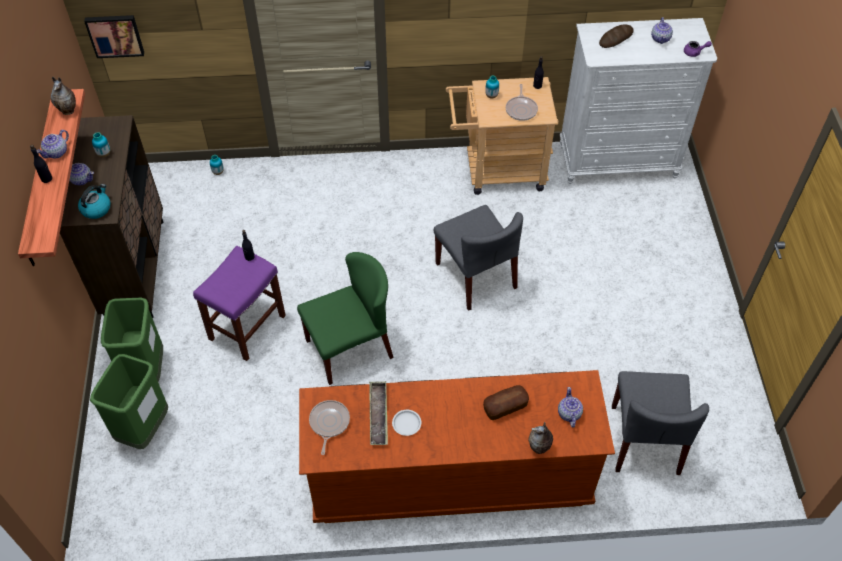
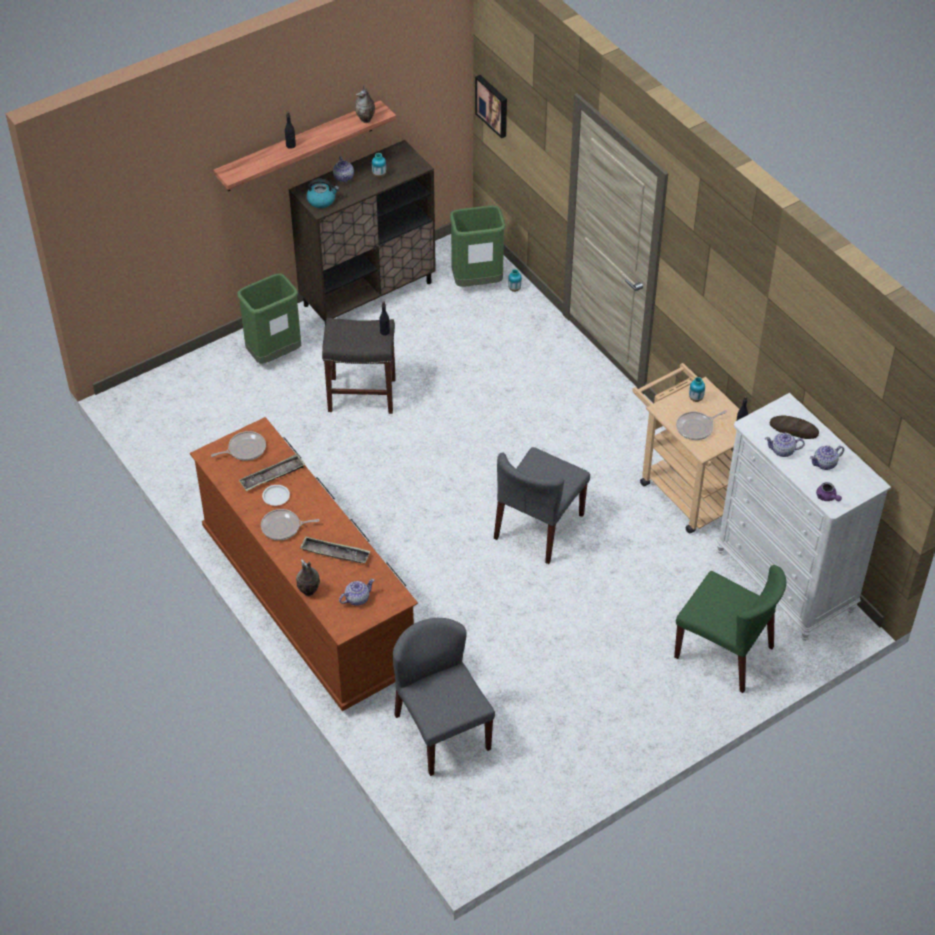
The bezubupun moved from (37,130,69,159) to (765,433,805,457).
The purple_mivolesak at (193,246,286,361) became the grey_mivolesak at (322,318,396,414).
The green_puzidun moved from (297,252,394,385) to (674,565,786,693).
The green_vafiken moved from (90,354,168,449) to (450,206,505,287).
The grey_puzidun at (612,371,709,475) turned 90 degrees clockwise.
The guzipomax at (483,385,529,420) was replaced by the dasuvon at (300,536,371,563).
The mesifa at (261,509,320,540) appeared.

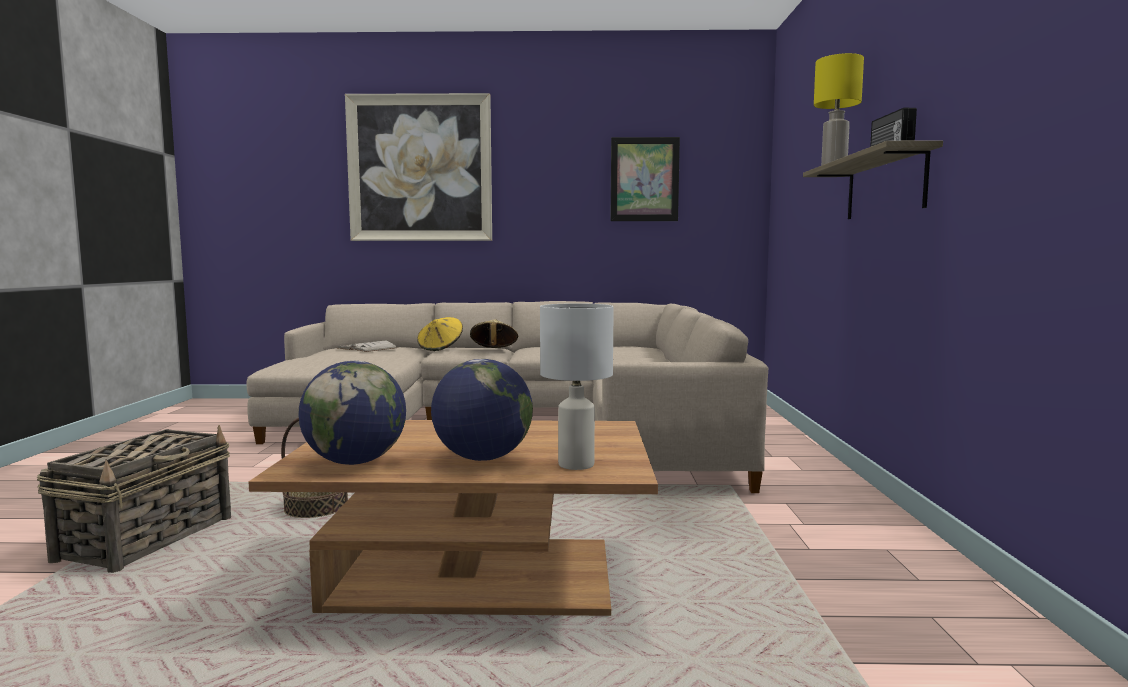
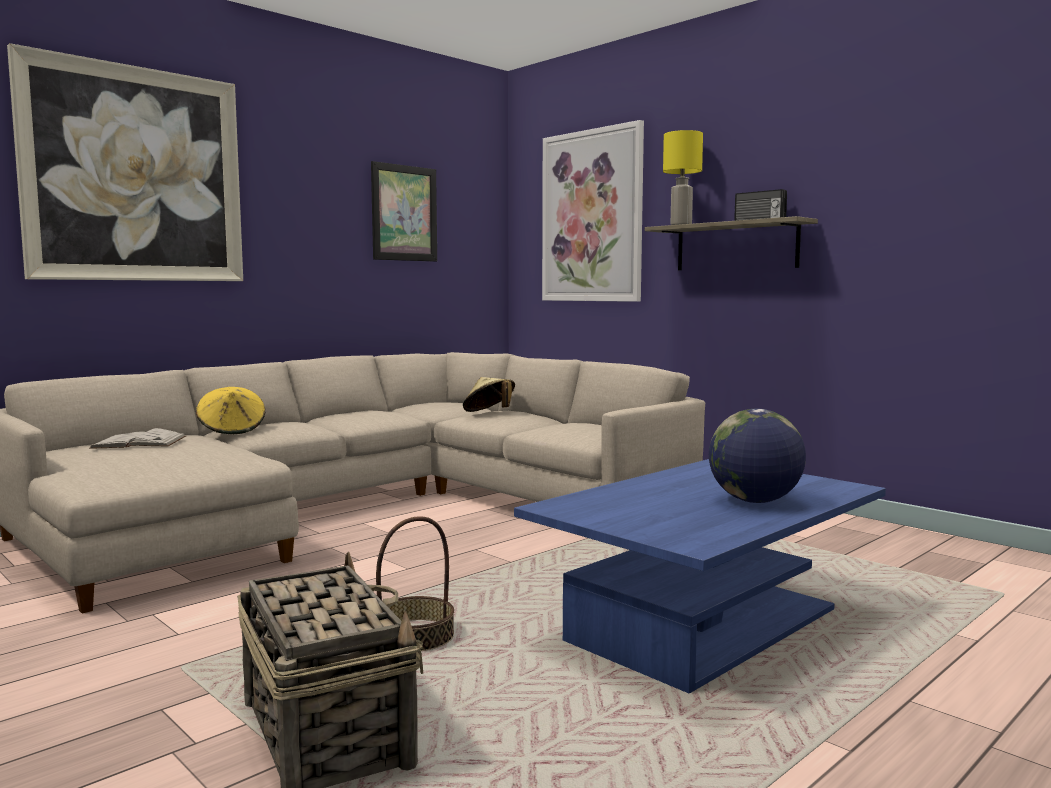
The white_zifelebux at (540,303,614,470) disappeared.
The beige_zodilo moved from (470,319,518,348) to (463,377,515,412).
The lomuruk at (298,361,406,465) disappeared.
The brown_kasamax at (249,420,658,616) became the blue_kasamax at (514,459,886,694).
The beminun at (542,120,644,302) appeared.

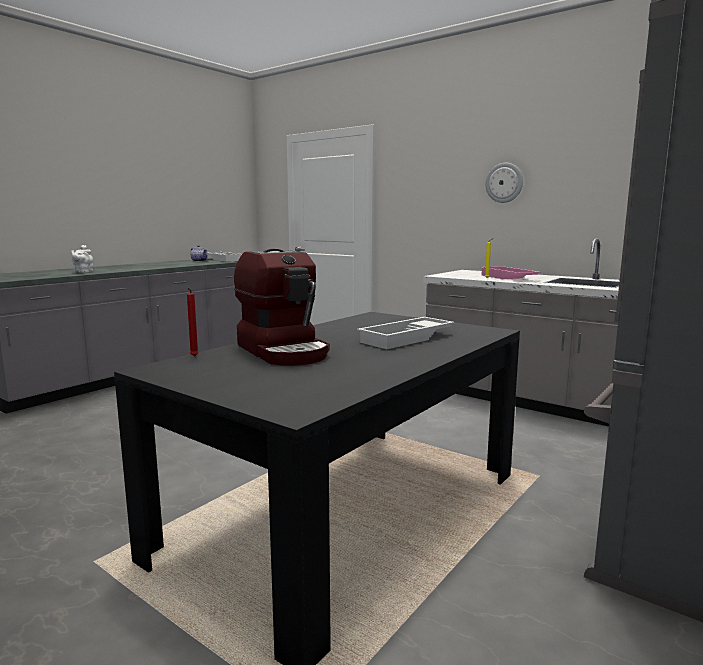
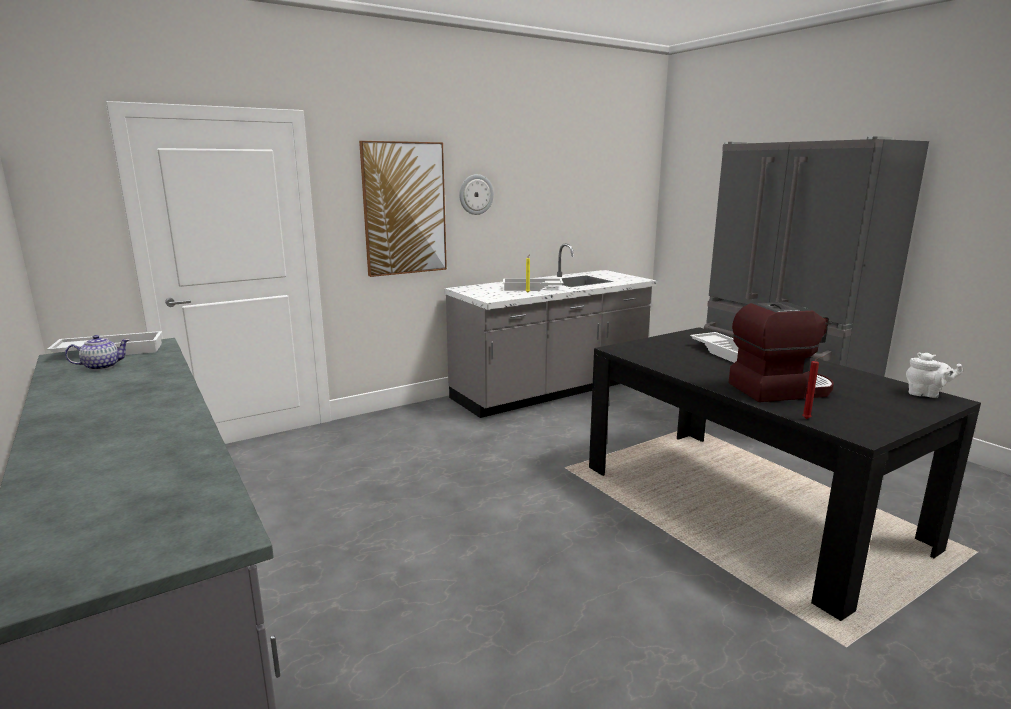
The white_bezubupun moved from (71,245,93,273) to (906,352,963,398).
The pink_dasuvon at (480,266,541,279) became the white_dasuvon at (503,278,563,291).
The beminun at (359,141,447,277) appeared.

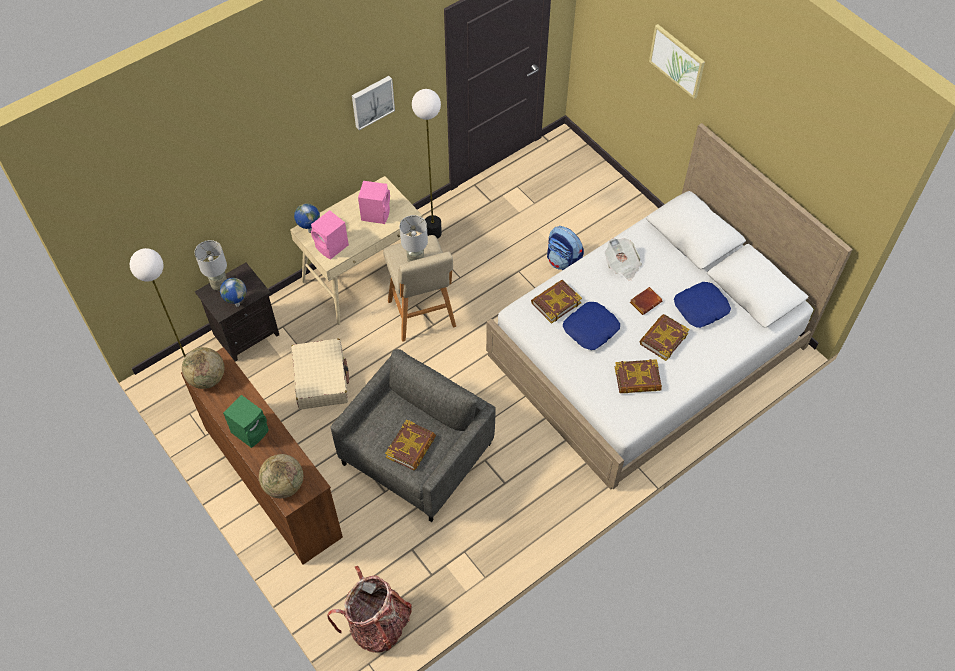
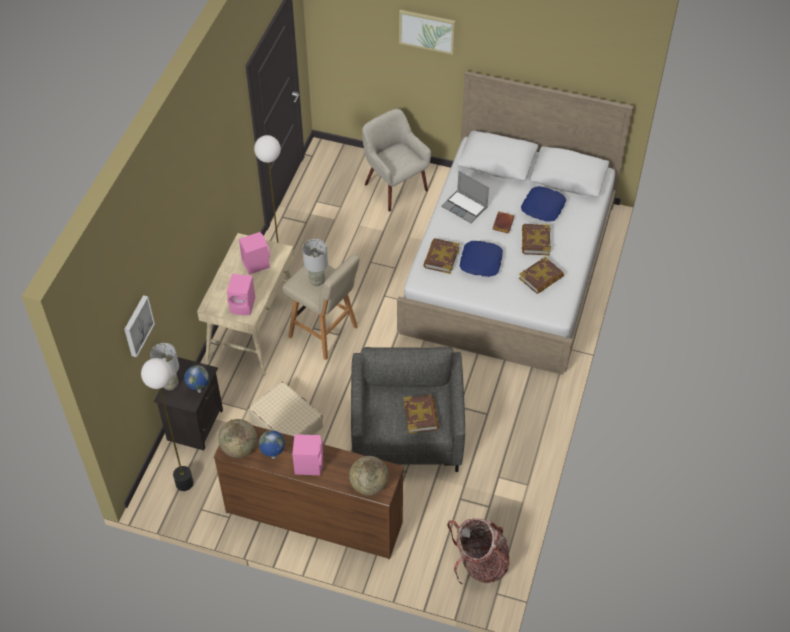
The beminun moved from (352,76,395,130) to (124,295,155,357).
The lomuruk moved from (294,203,320,233) to (259,430,285,459).
The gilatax at (547,226,584,270) disappeared.
The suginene at (605,238,642,280) was replaced by the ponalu at (441,171,489,223).
The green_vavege at (223,395,269,448) became the pink_vavege at (292,434,323,476).
The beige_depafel at (362,109,431,212) appeared.

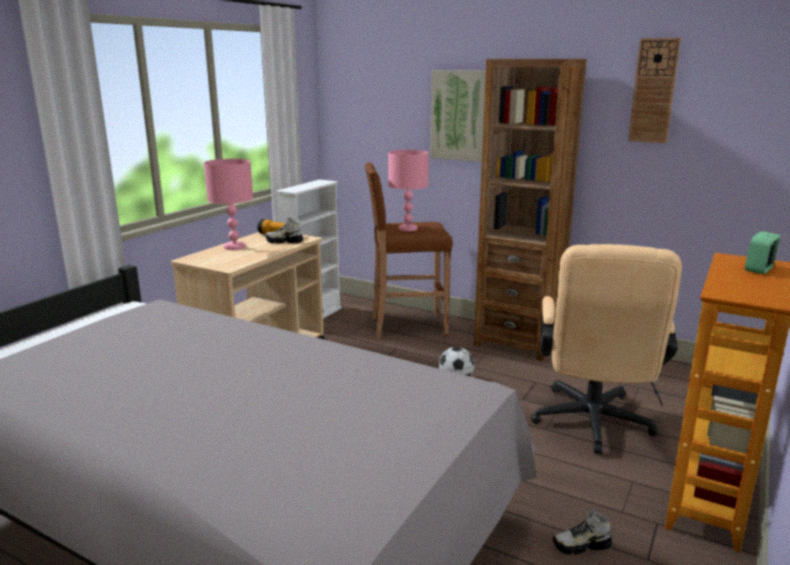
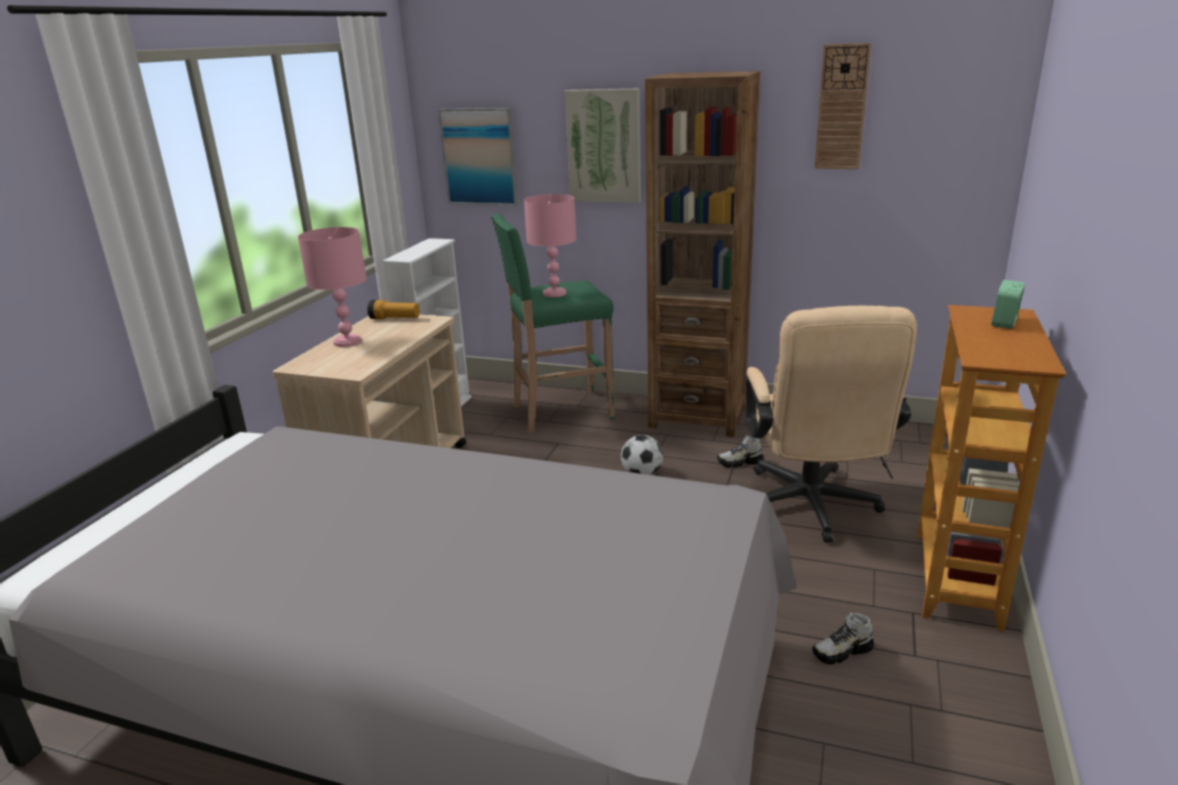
The brown_mivolesak at (365,162,453,339) became the green_mivolesak at (491,213,615,433).
The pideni moved from (265,218,303,243) to (717,435,764,468).
The beminun at (438,108,518,206) appeared.

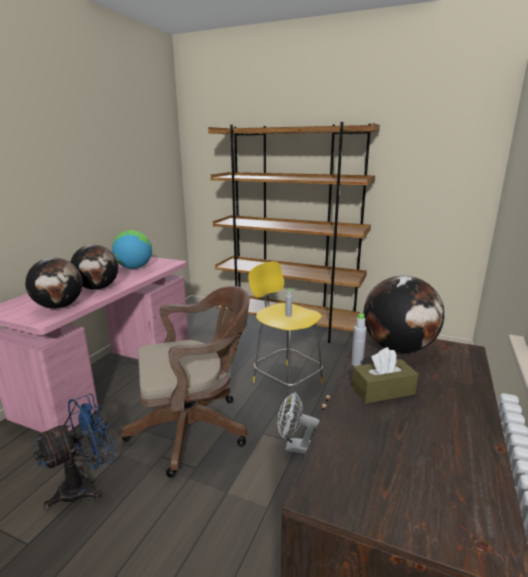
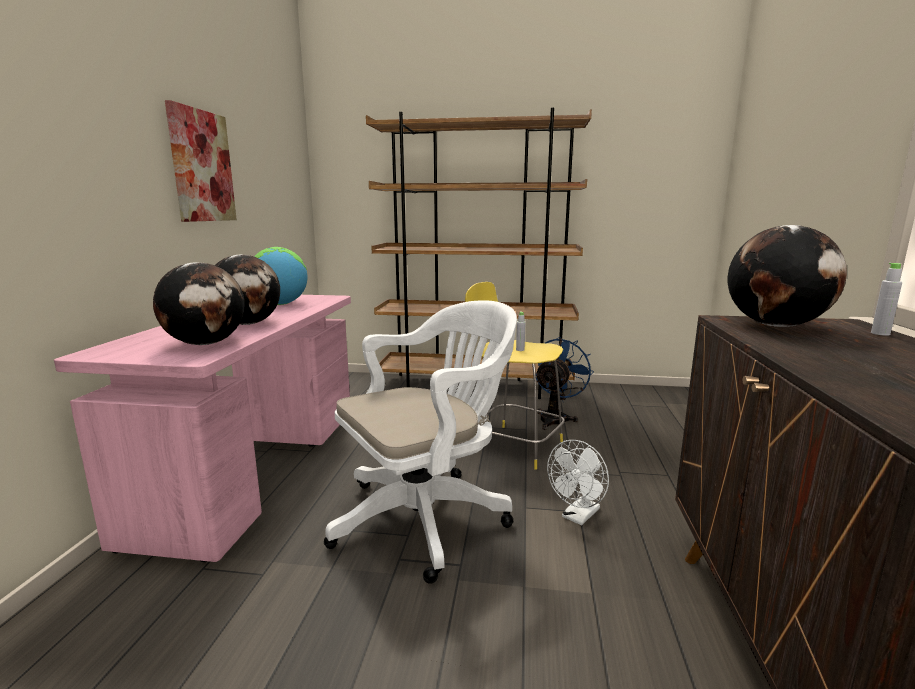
The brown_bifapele at (122,286,250,478) became the white_bifapele at (324,300,517,584).
The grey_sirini moved from (351,313,366,366) to (871,263,902,336).
The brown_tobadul at (351,347,418,404) disappeared.
The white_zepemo at (277,392,320,454) turned 45 degrees counterclockwise.
The blue_zepemo moved from (33,394,115,509) to (536,337,594,430).
The beminun at (165,100,237,222) appeared.

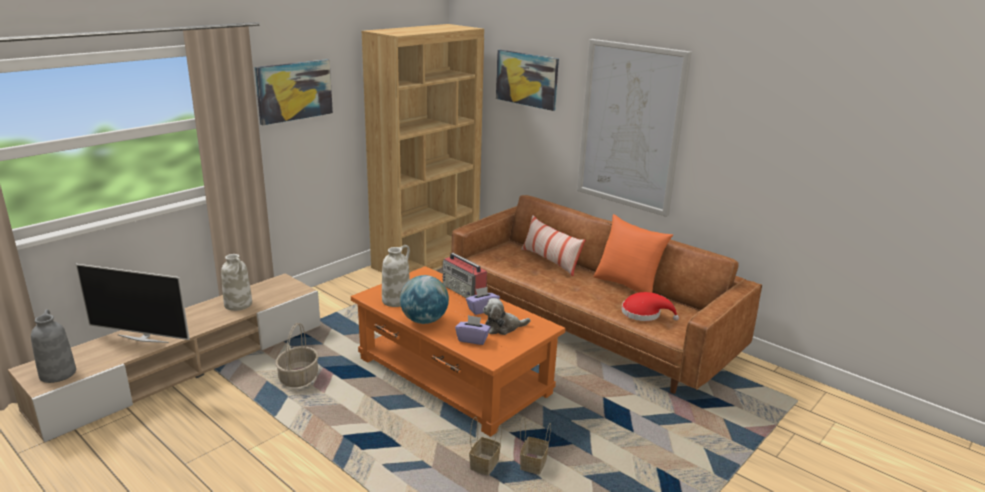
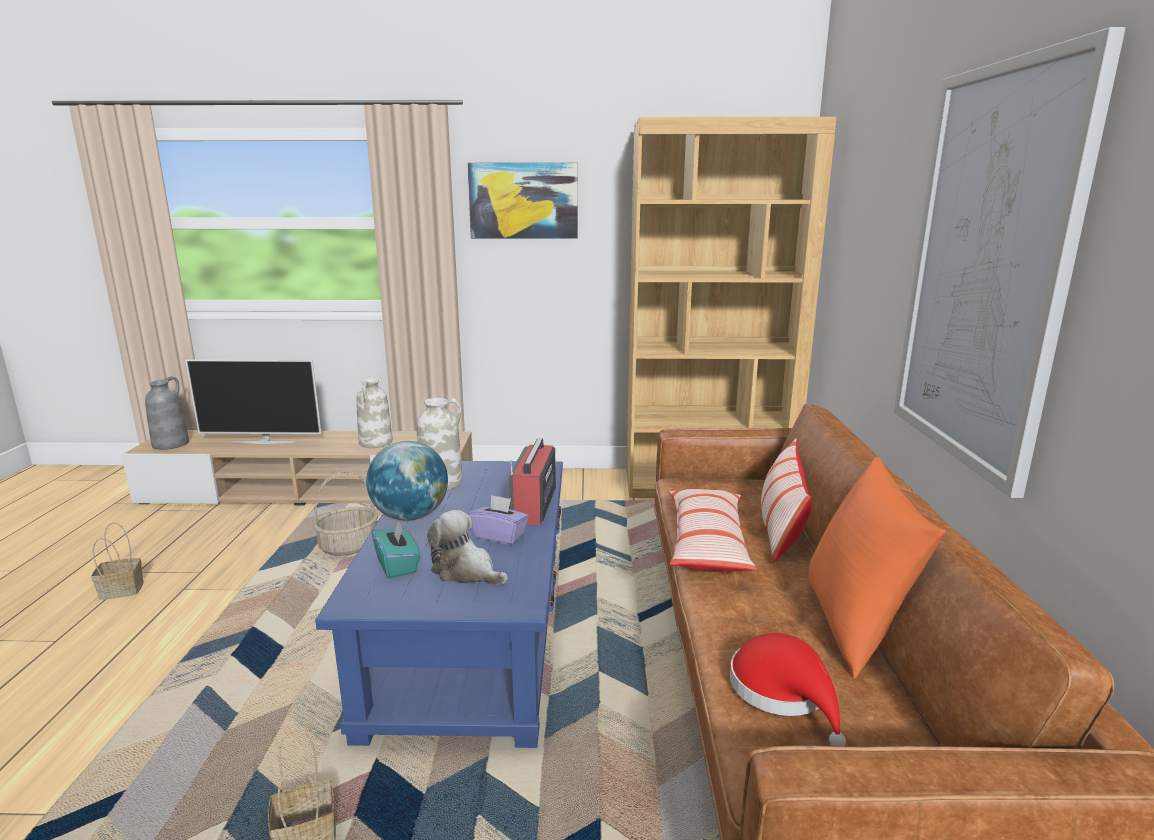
The beminun at (496,50,559,111) disappeared.
The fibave at (75,264,190,343) turned 60 degrees counterclockwise.
The orange_kasamax at (351,266,566,437) became the blue_kasamax at (315,461,563,748).
The purple_tobadul at (455,315,491,345) became the turquoise_tobadul at (372,519,421,579).
The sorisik moved from (469,417,502,475) to (91,522,144,600).
The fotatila at (669,489,757,571) appeared.

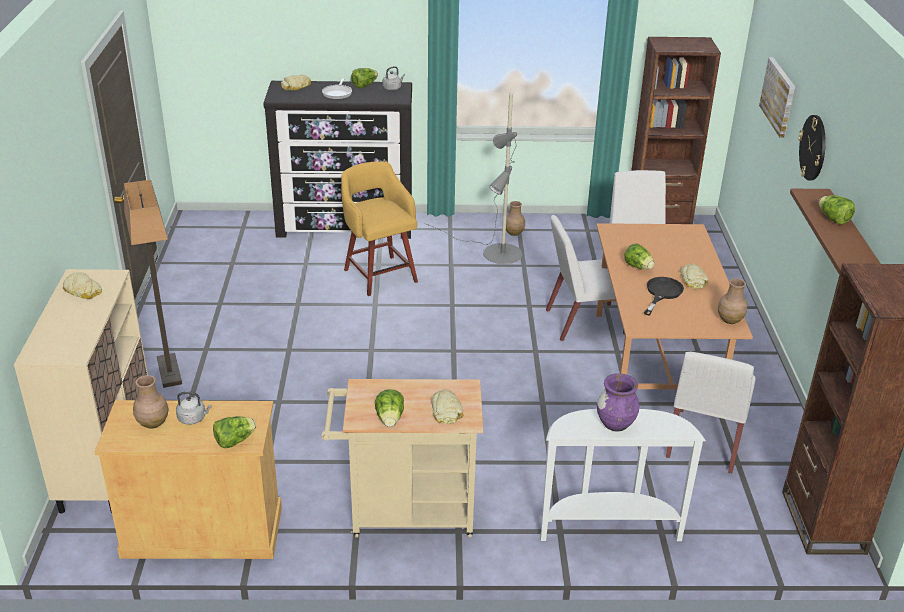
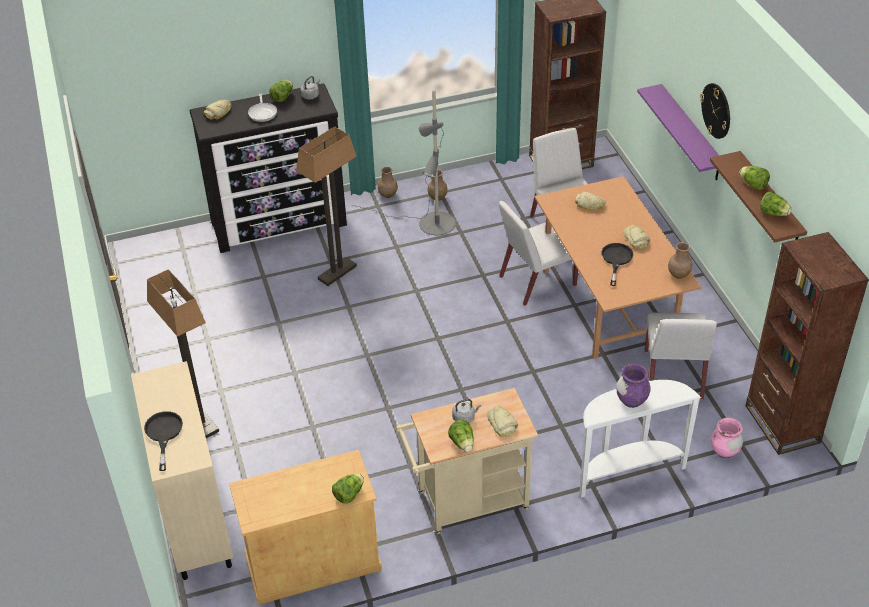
The beminun at (759,57,795,138) disappeared.
The yellow_mivolesak at (341,161,418,296) was replaced by the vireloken at (296,126,357,286).
The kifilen moved from (624,243,654,269) to (760,192,792,216).
The guzipomax moved from (63,272,102,299) to (575,192,606,210).
The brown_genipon moved from (133,375,168,429) to (378,167,398,198).
The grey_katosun moved from (176,392,212,425) to (452,399,481,423).
The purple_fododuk at (637,84,719,180) appeared.
The black_mesifa at (144,411,183,471) appeared.
The pink_genipon at (711,417,743,458) appeared.

